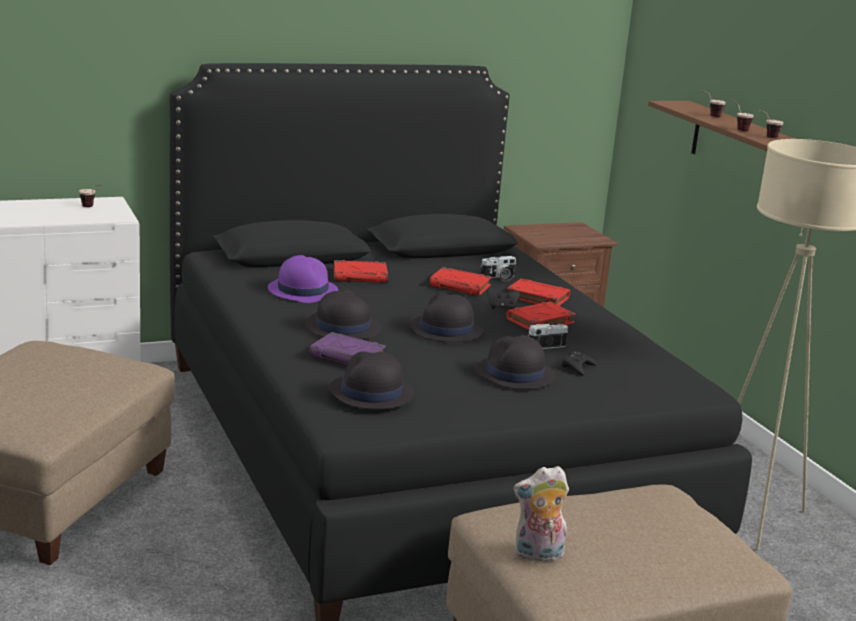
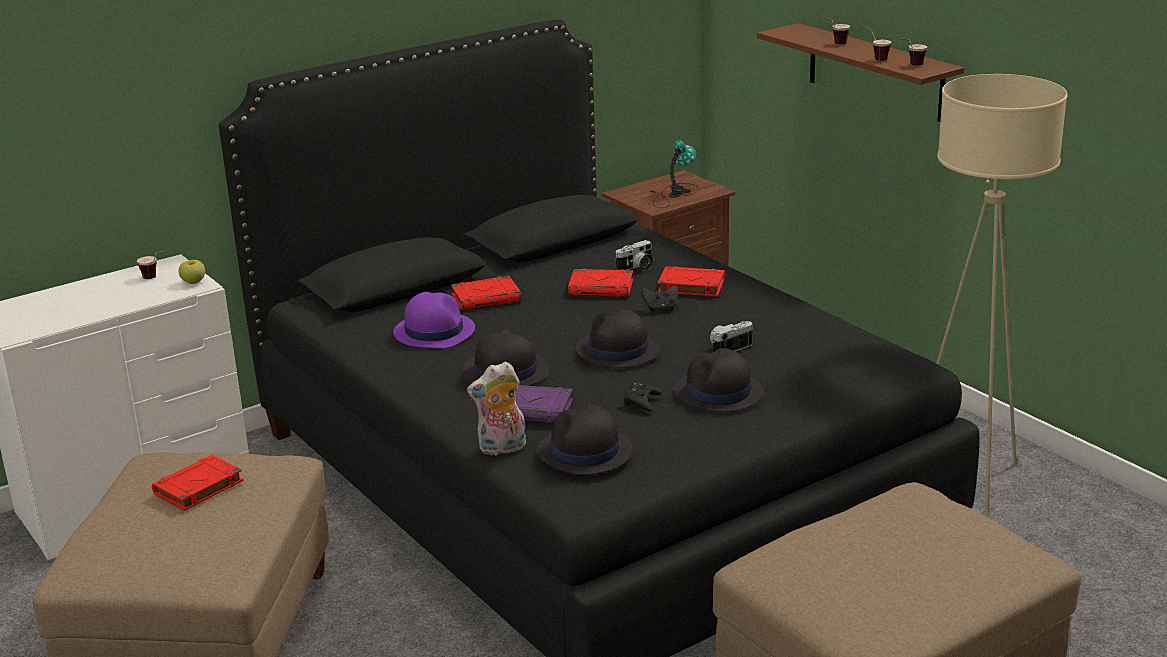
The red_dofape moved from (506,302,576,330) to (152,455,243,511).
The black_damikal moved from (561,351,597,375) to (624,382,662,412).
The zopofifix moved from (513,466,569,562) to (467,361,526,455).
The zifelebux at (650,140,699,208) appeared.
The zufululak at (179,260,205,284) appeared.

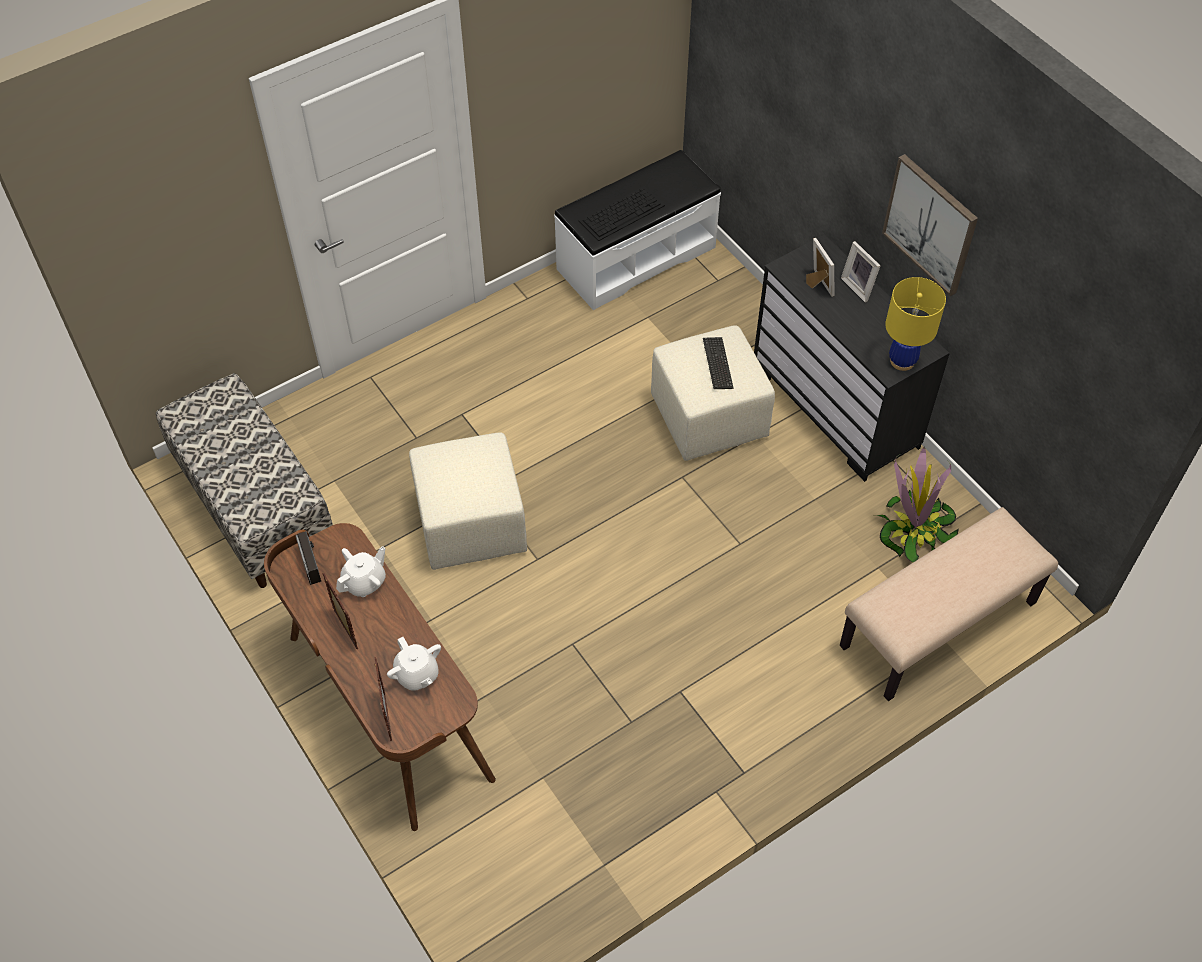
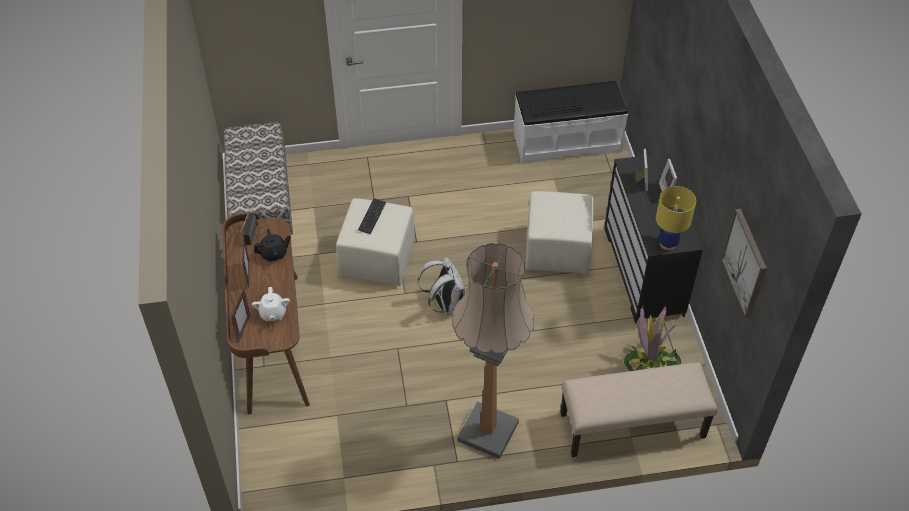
The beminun moved from (882,154,978,296) to (721,209,767,318).
The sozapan moved from (703,337,734,389) to (358,198,386,234).
The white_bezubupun at (336,546,386,597) became the black_bezubupun at (254,229,291,262).
The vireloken at (452,243,534,459) appeared.
The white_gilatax at (418,257,466,315) appeared.

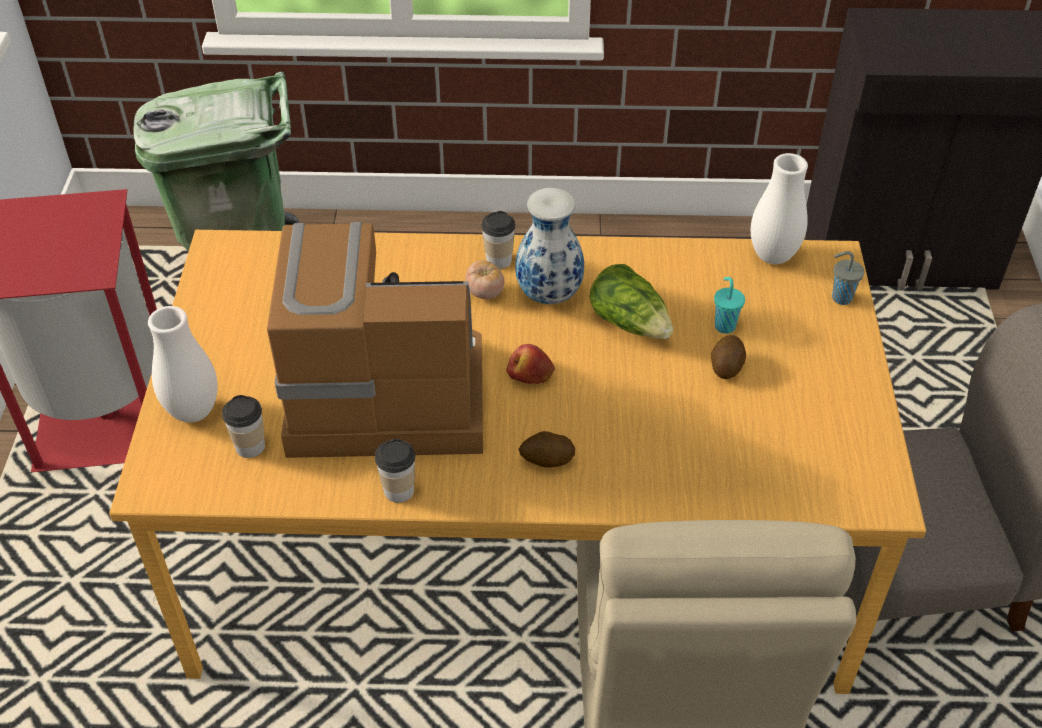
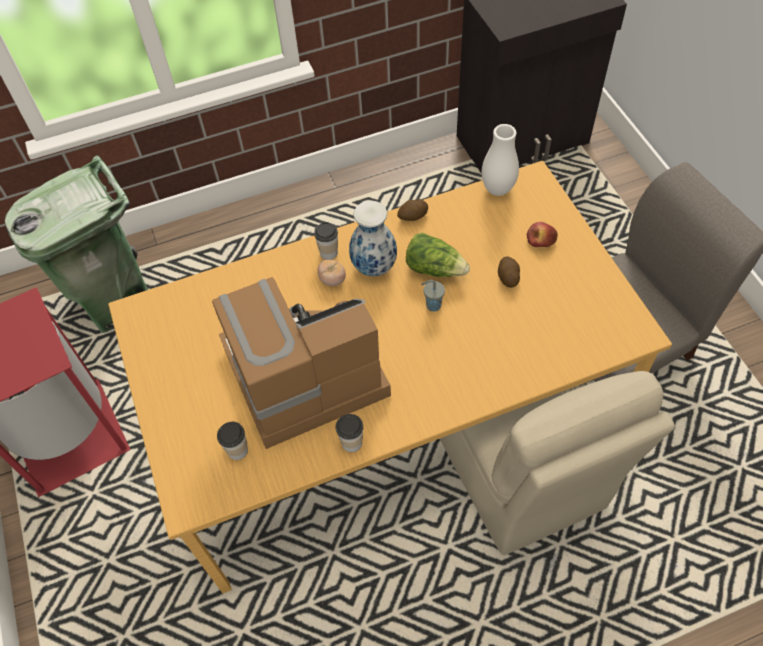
The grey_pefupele moved from (832,251,864,305) to (421,280,445,312).
The turquoise_pefupele at (714,277,745,334) disappeared.
The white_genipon at (148,306,218,423) disappeared.
The zufululak moved from (507,344,555,384) to (527,222,558,247).
The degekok moved from (519,431,575,468) to (397,199,428,221).

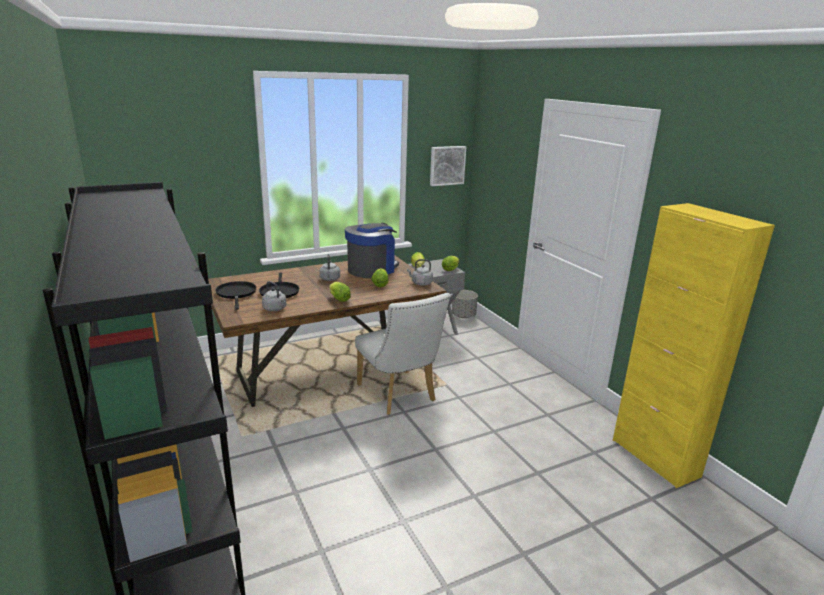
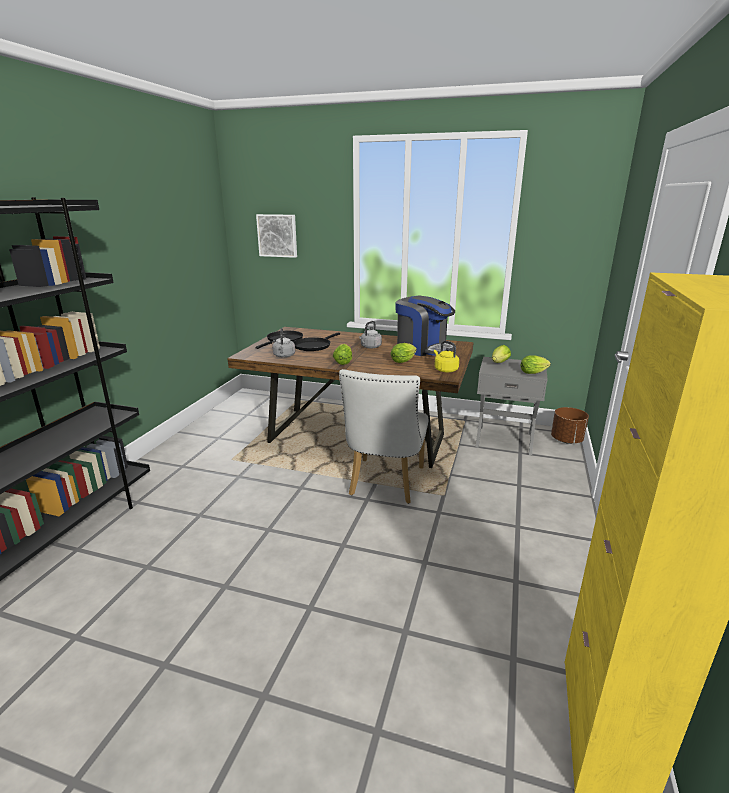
The beminun moved from (430,146,466,186) to (256,214,297,258).
The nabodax at (345,223,399,278) turned 45 degrees clockwise.
The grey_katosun at (407,259,433,286) became the yellow_katosun at (434,341,459,372).
The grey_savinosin at (452,290,478,318) became the brown_savinosin at (551,407,589,444).

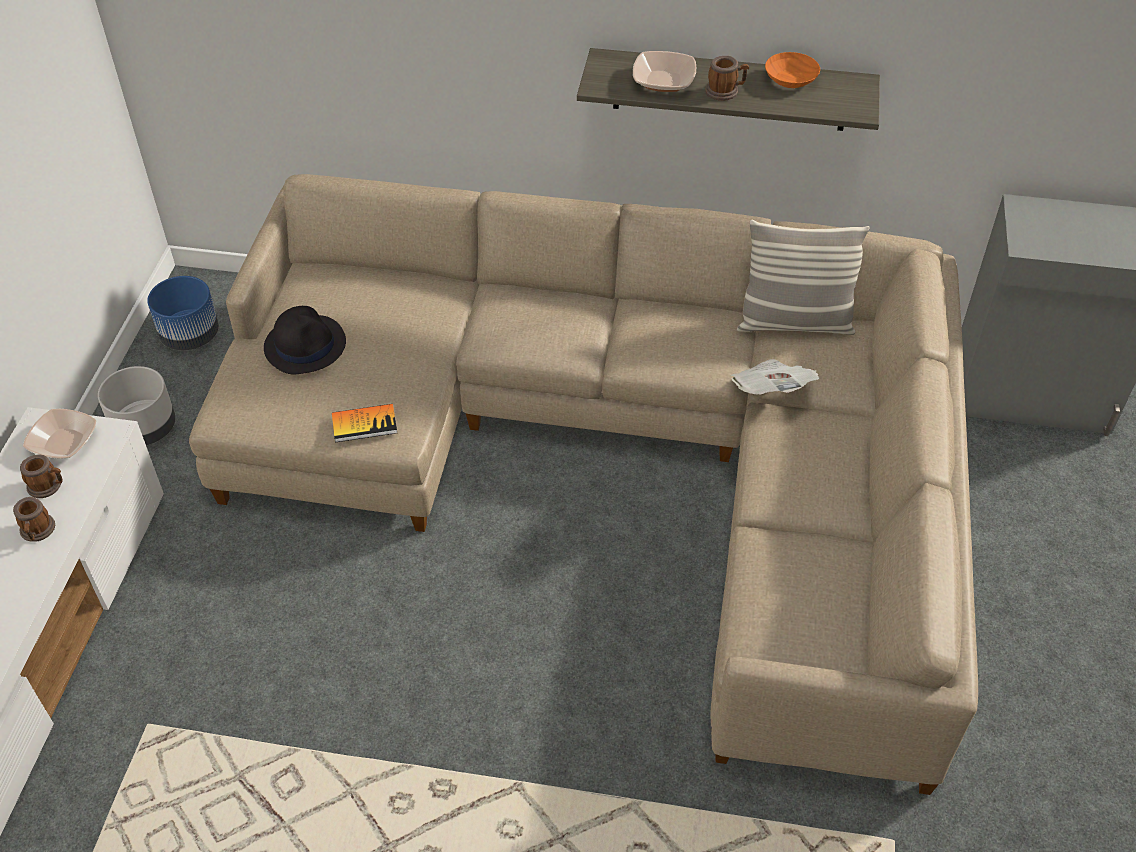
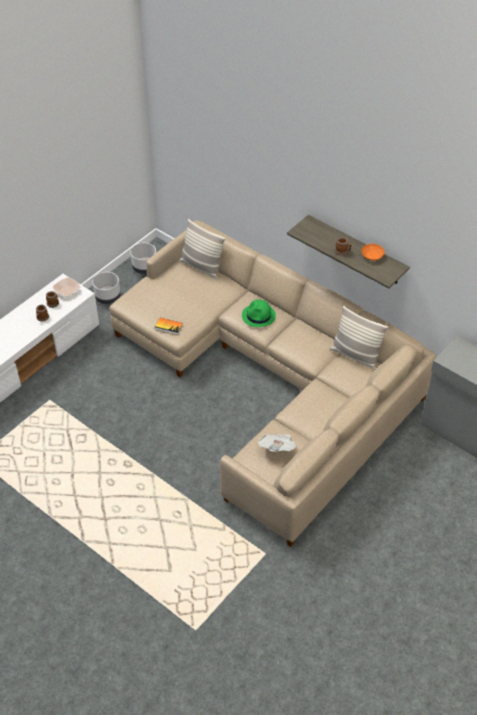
The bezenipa at (633,51,696,92) disappeared.
The blue_savinosin at (147,276,219,350) became the grey_savinosin at (130,243,156,274).
The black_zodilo at (264,306,346,374) disappeared.
The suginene moved from (731,359,819,395) to (258,434,297,452).
The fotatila at (179,219,226,279) appeared.
The green_zodilo at (242,299,276,327) appeared.

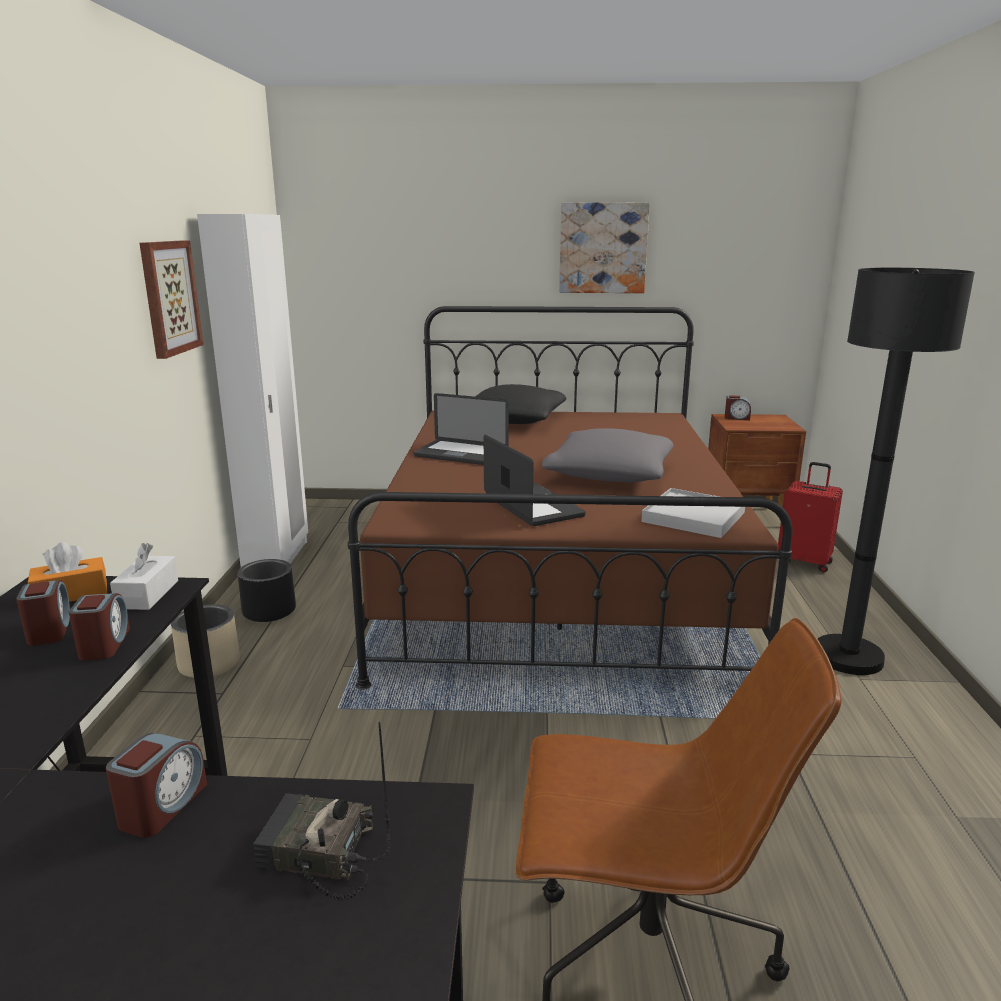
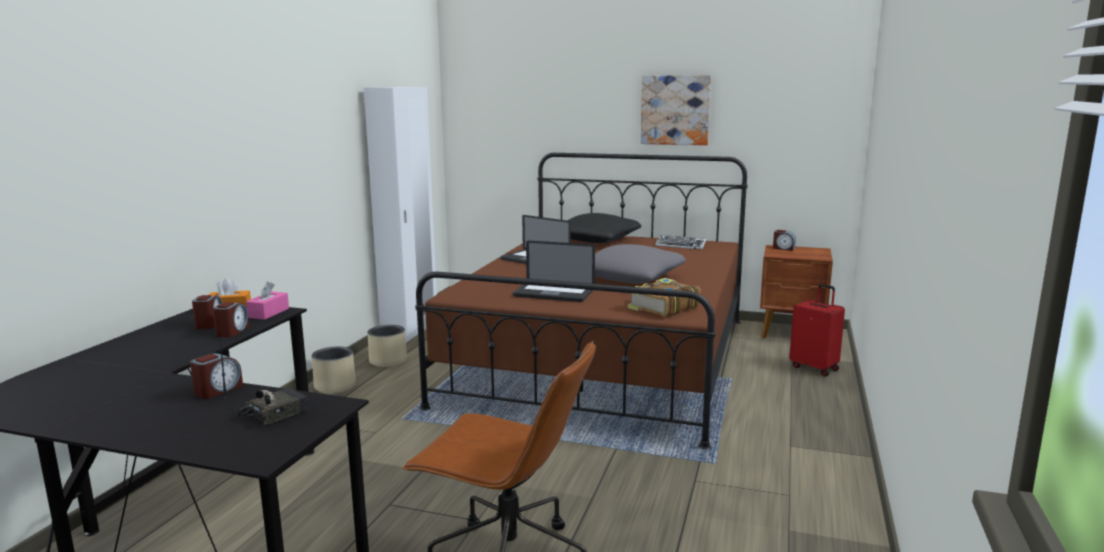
The beminun at (139,240,203,359) disappeared.
The black_vireloken at (818,268,975,675) disappeared.
The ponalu at (484,435,586,526) turned 120 degrees clockwise.
The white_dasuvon at (641,488,745,538) was replaced by the dofape at (628,278,701,317).
The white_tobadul at (110,543,178,610) became the pink_tobadul at (246,281,289,320).
The black_savinosin at (237,559,296,622) became the beige_savinosin at (367,325,407,367).
The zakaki at (253,721,390,901) turned 105 degrees clockwise.
The sozapan at (655,235,706,250) appeared.

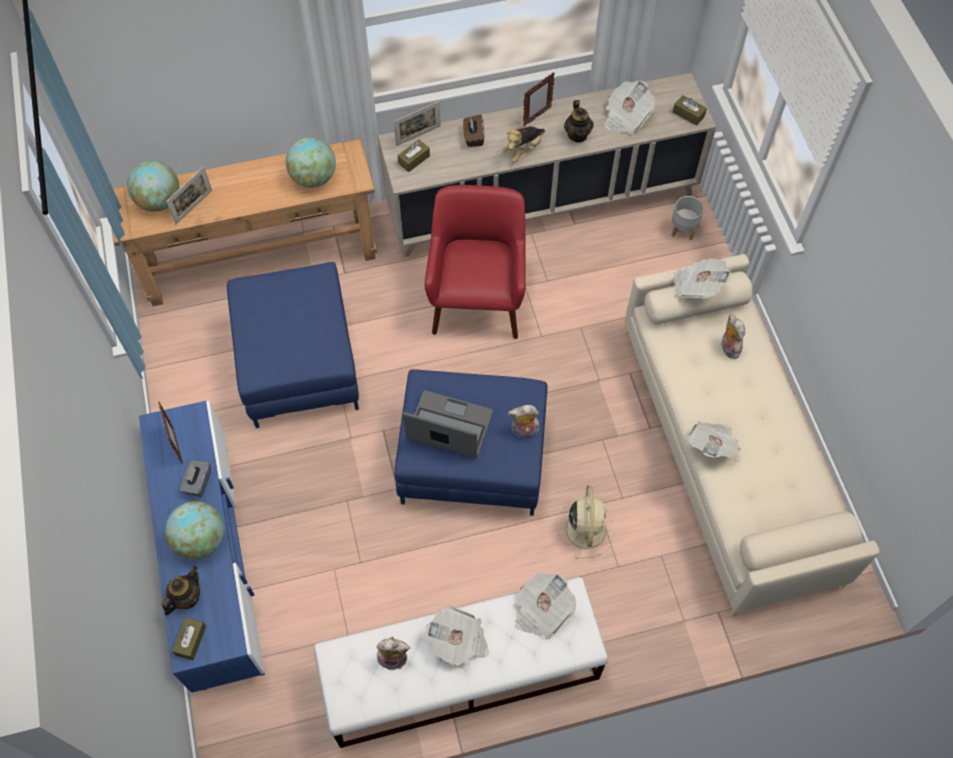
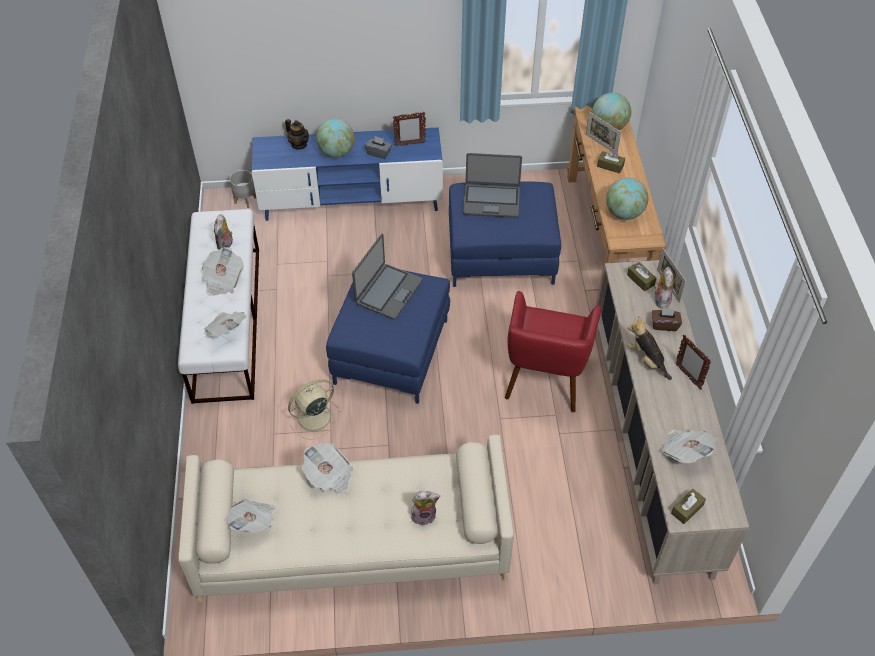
The bezubupun at (564,100,594,142) disappeared.
The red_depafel at (425,185,526,339) turned 90 degrees clockwise.
The grey_savinosin moved from (671,196,704,241) to (230,170,256,208).
The suginene moved from (673,258,731,299) to (225,499,275,533).
The zopofifix moved from (508,405,539,438) to (654,267,674,309).
The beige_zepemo at (556,485,614,559) turned 135 degrees clockwise.
The brown_tobadul moved from (172,617,206,660) to (597,151,625,174).
The ponalu at (463,153,522,218) appeared.

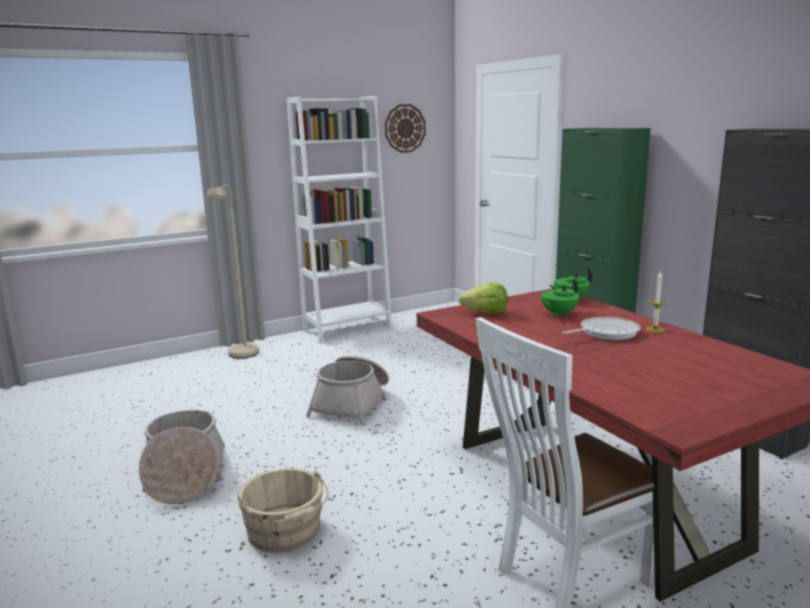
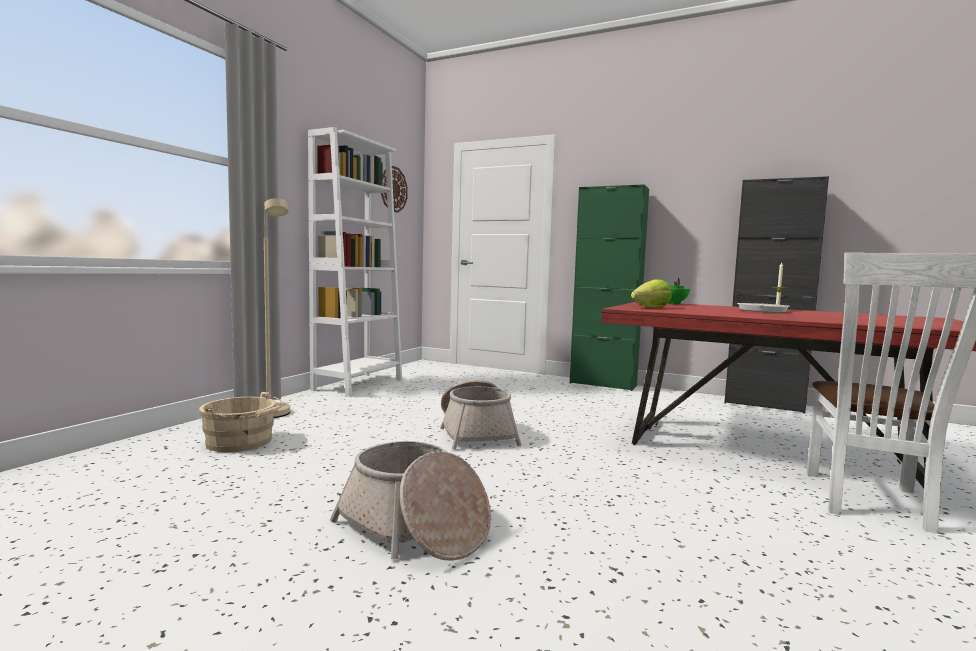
The green_bezubupun at (540,279,580,316) disappeared.
The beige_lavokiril moved from (237,468,329,553) to (199,392,284,452).

